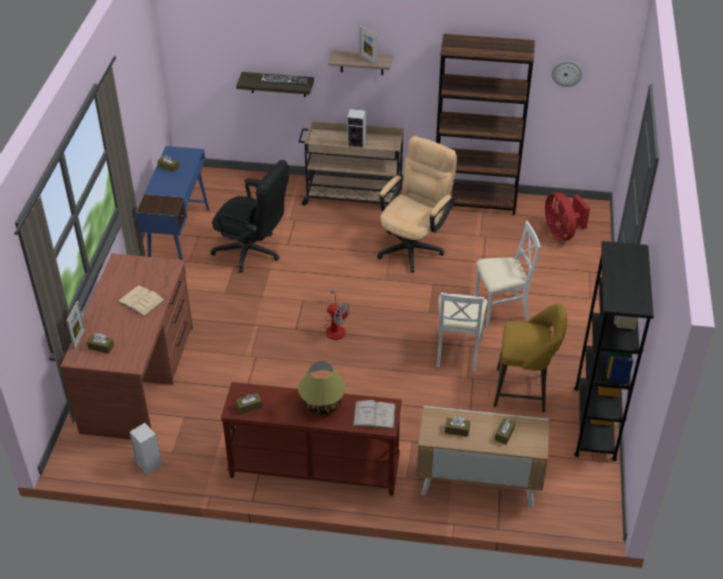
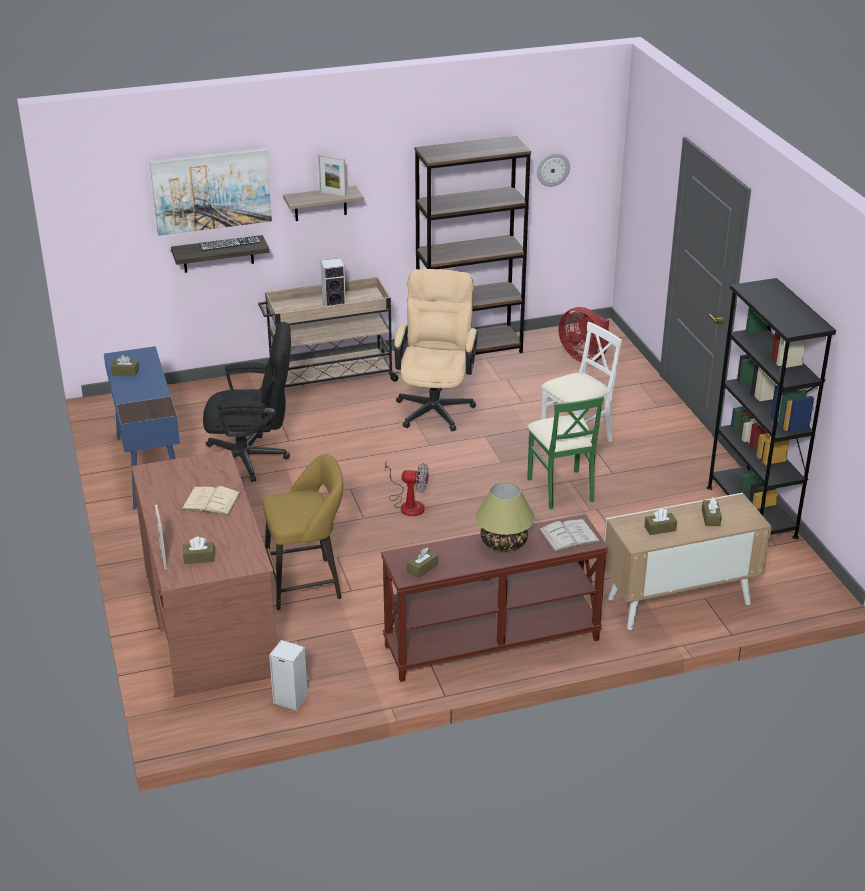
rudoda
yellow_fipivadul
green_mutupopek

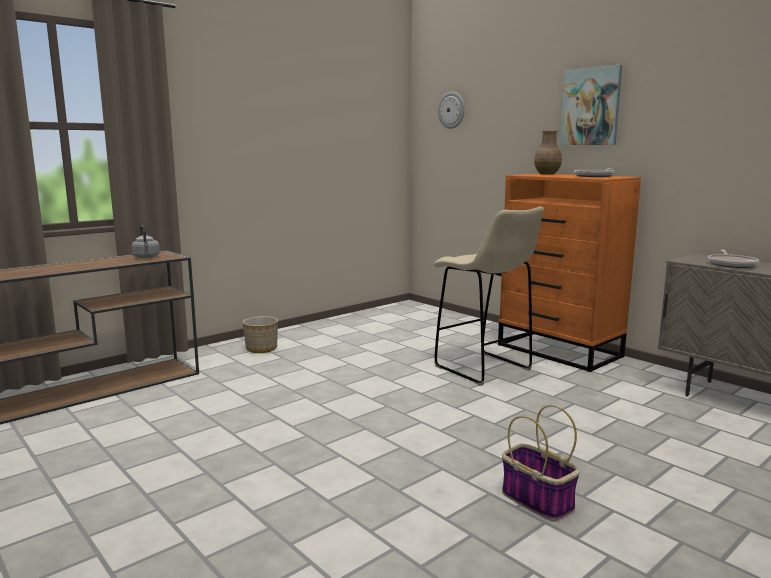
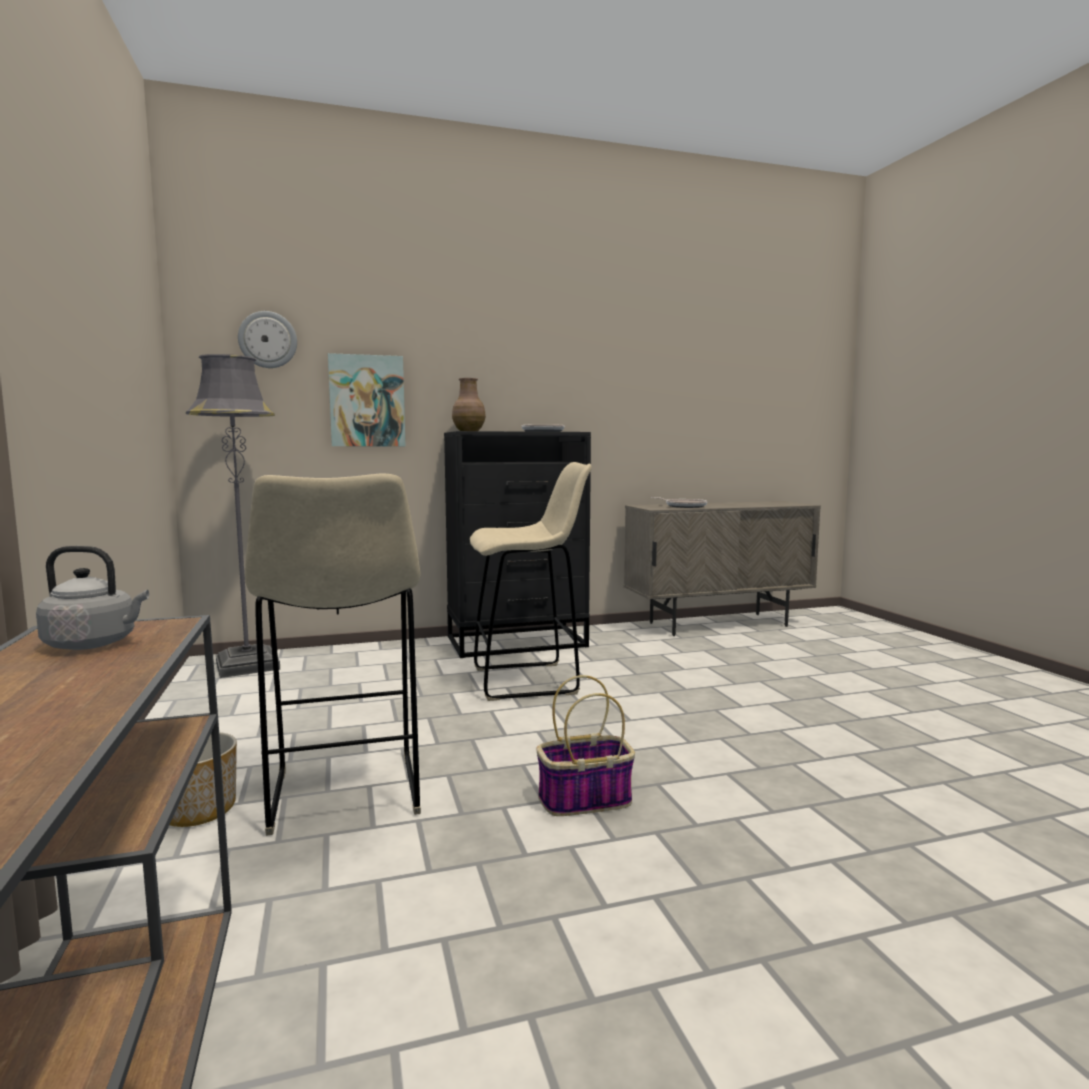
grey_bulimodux
beige_fipivadul (no. 1 from left)
rudoda
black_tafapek
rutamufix

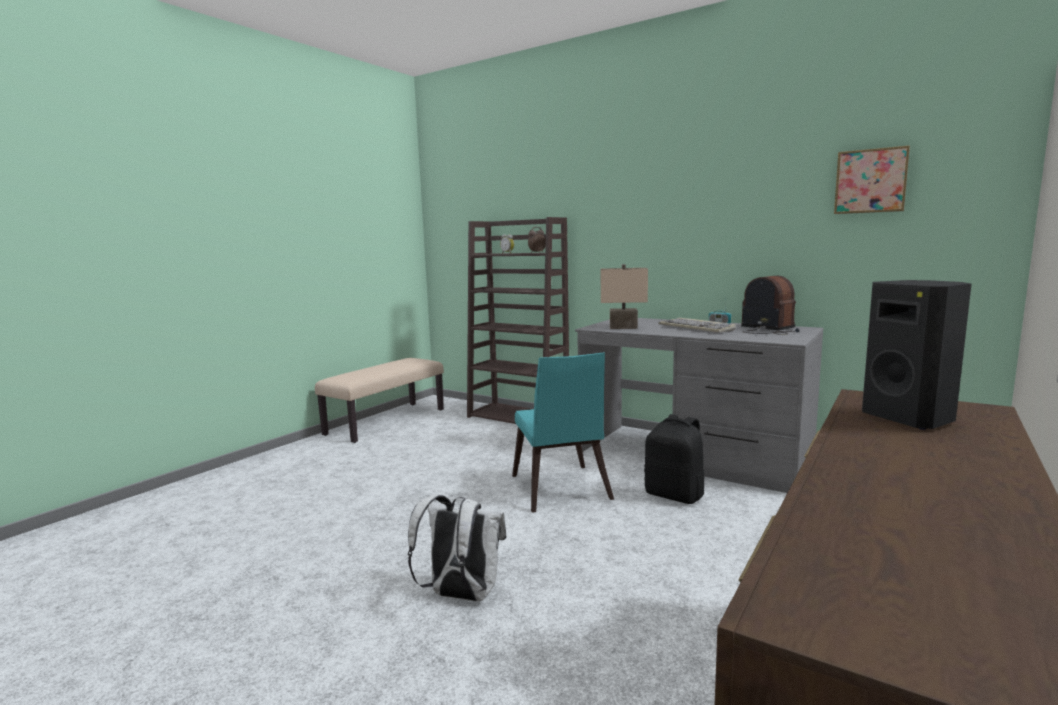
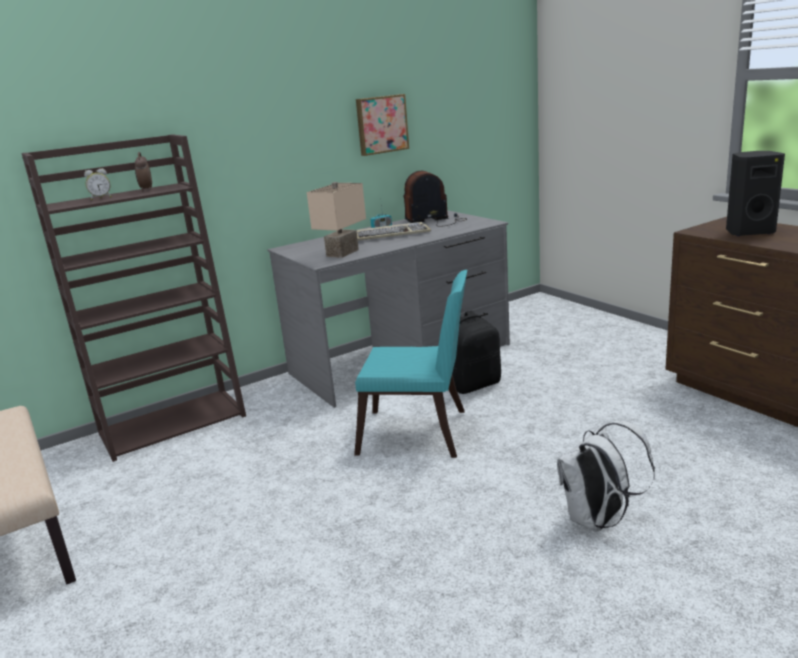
rudoda

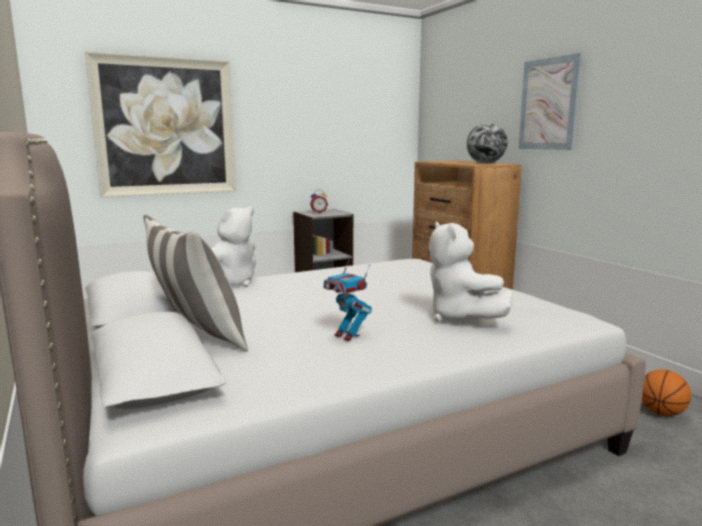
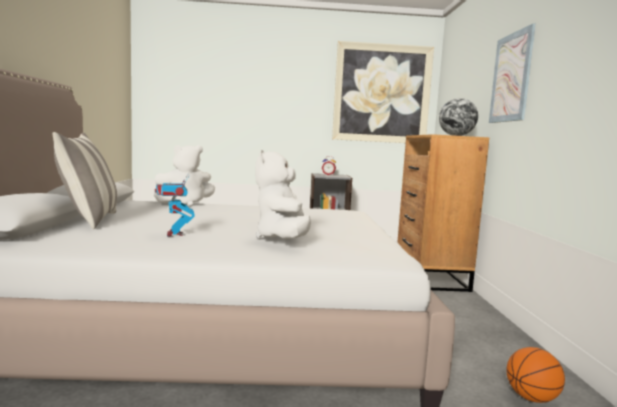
rudoda (no. 1 from left)

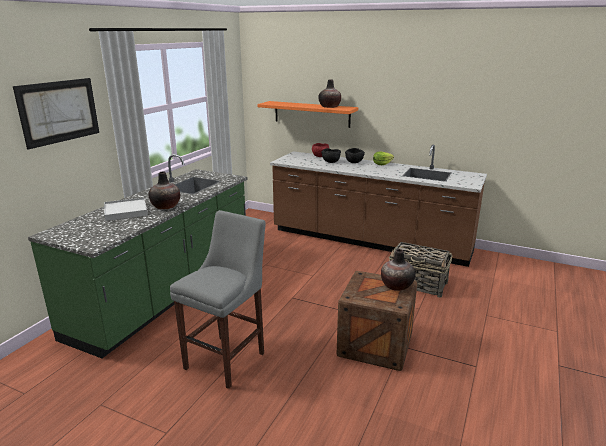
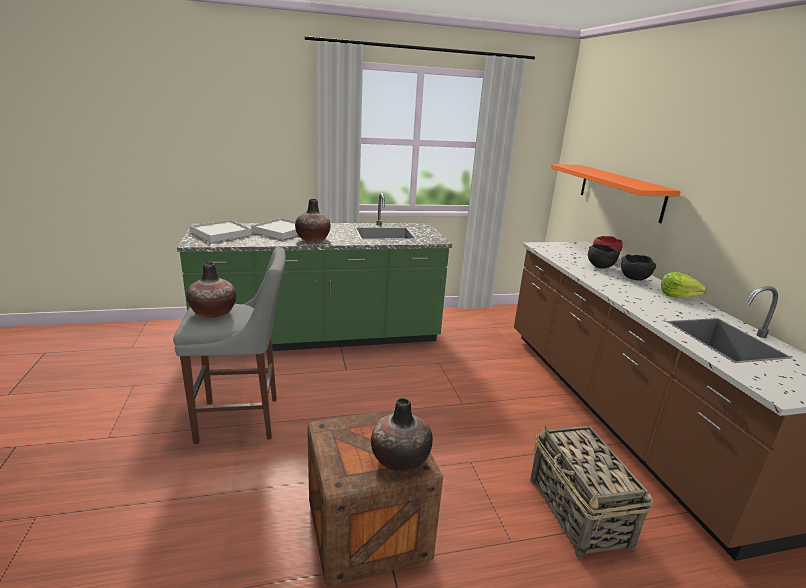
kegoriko (no. 1 from left)
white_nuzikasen (no. 1 from left)
rudoda

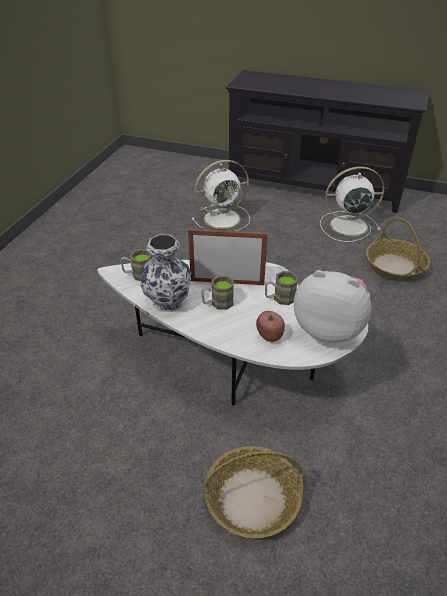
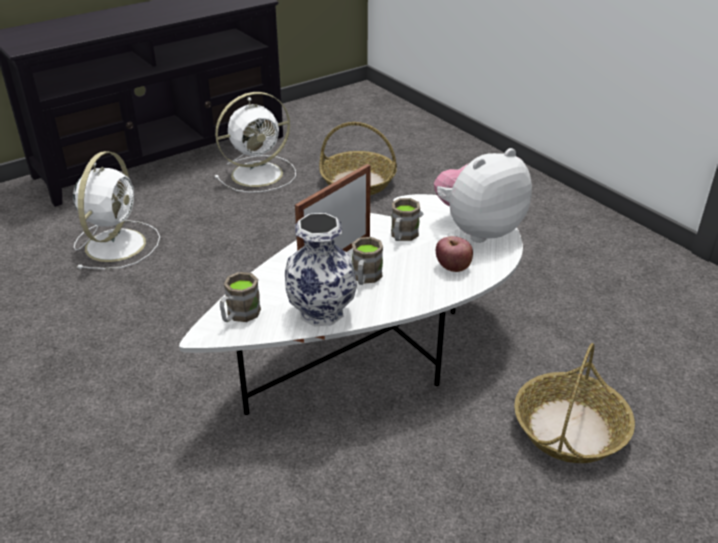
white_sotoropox (no. 2 from left)

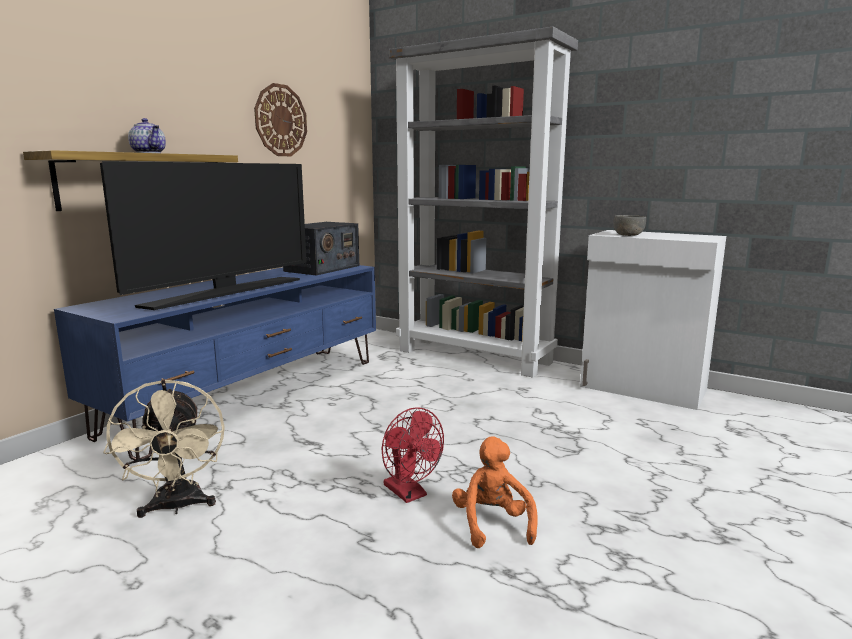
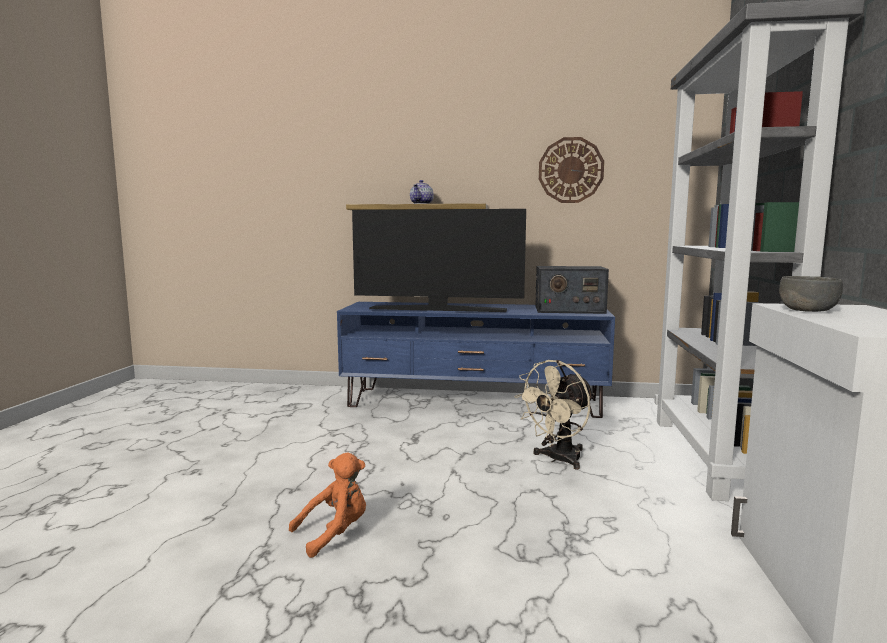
beige_sotoropox
red_sotoropox

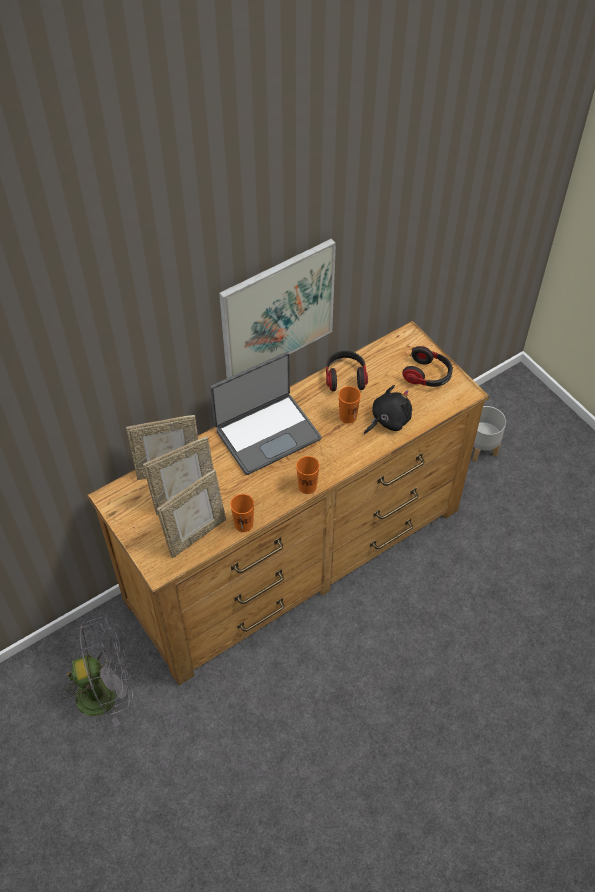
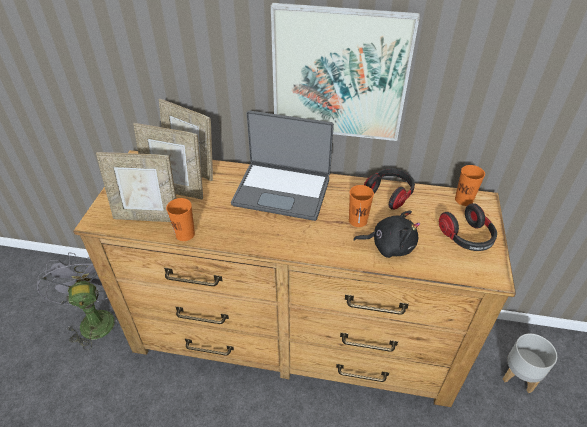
grey_sotoropox
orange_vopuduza (no. 3 from left)

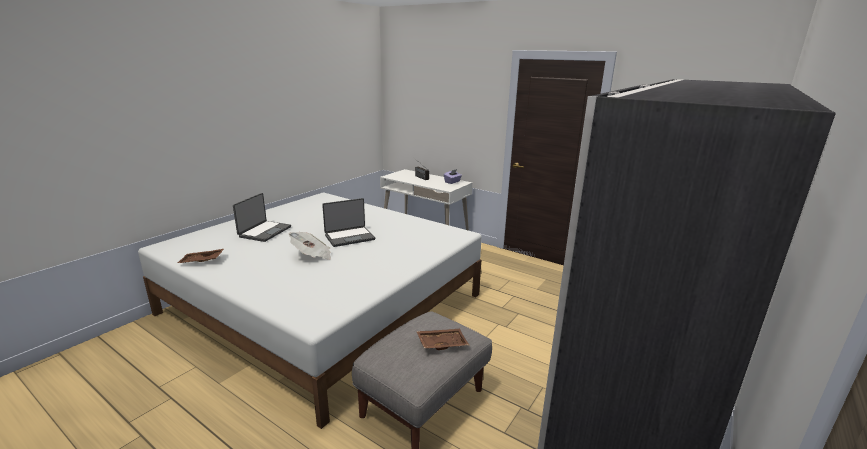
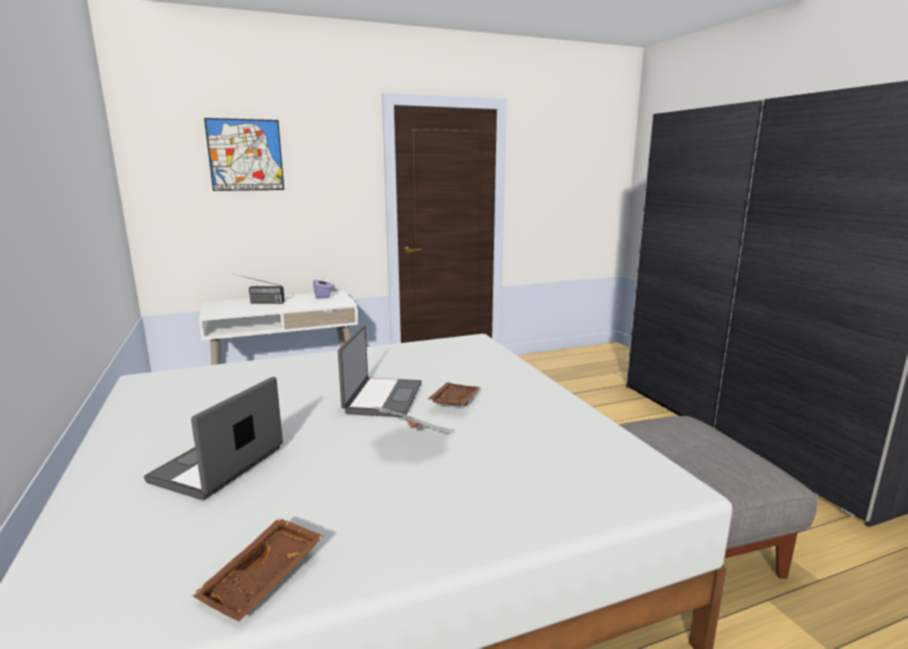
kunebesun (no. 1 from left)
rudoda
brown_nuzikasen (no. 2 from left)

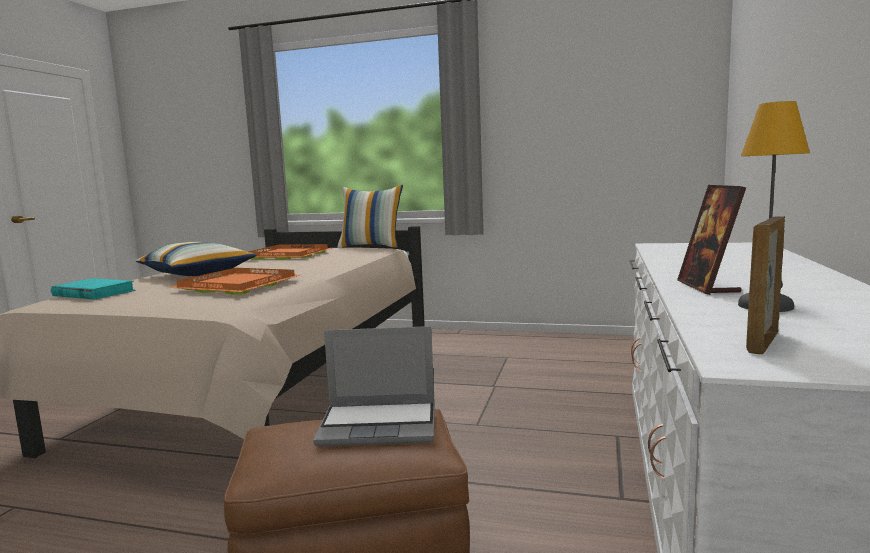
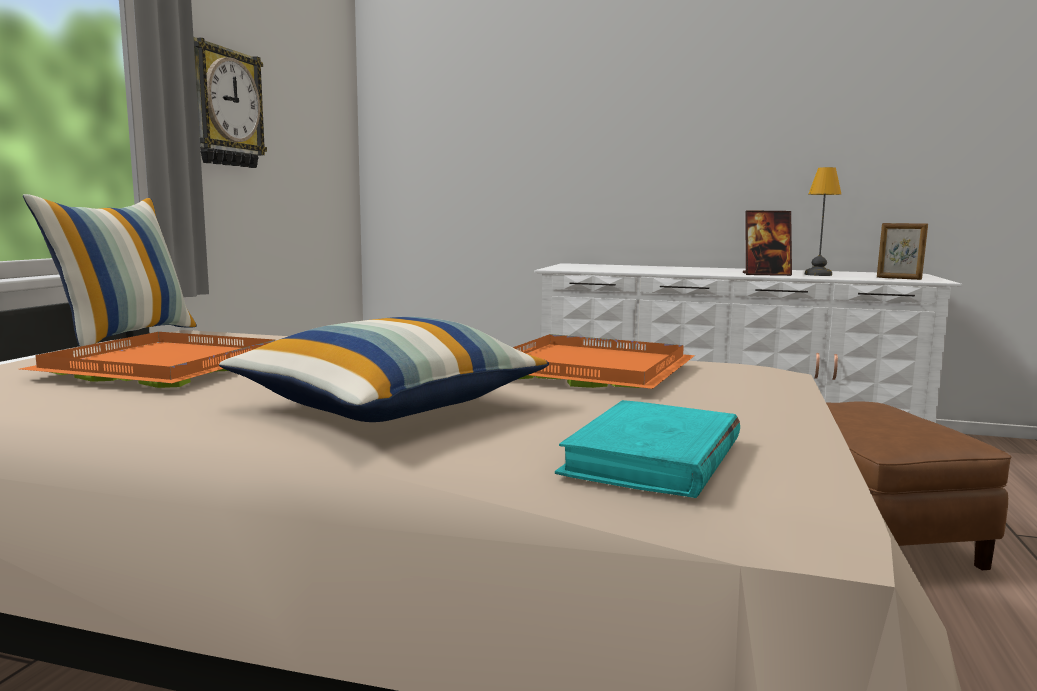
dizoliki
kunebesun

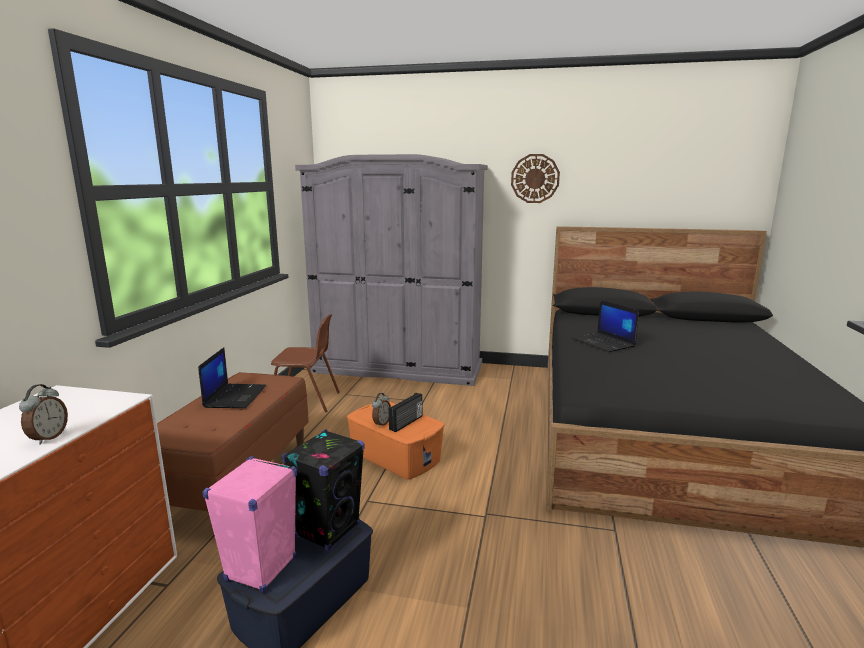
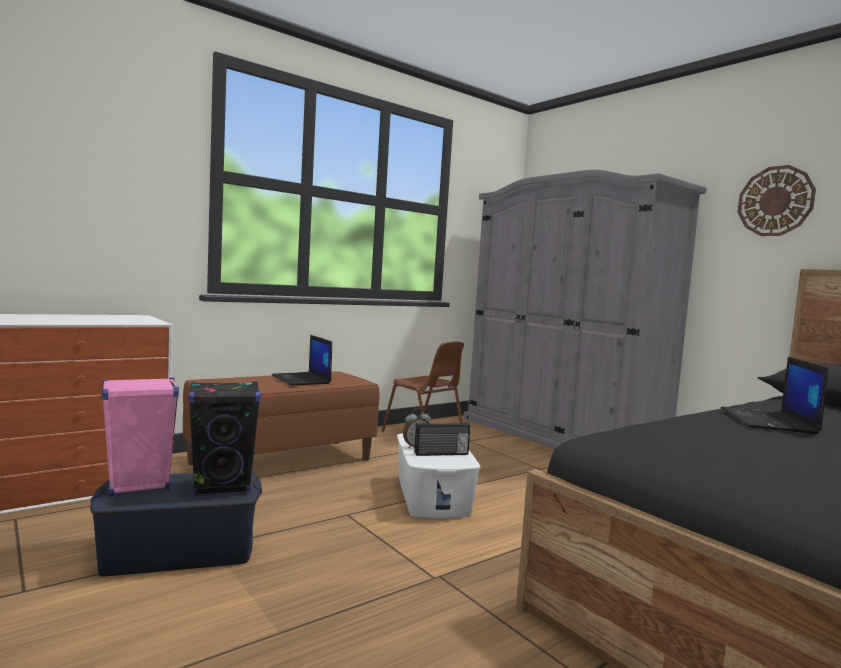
kunebesun (no. 1 from left)
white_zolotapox
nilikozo (no. 1 from left in the first image)

